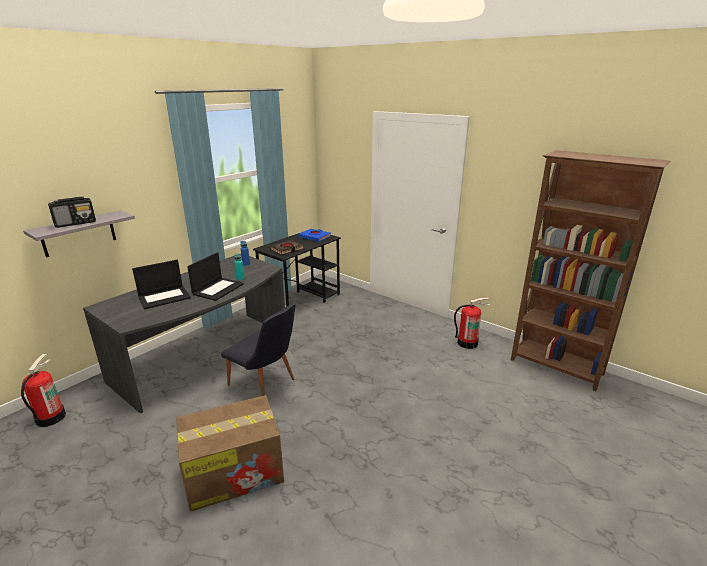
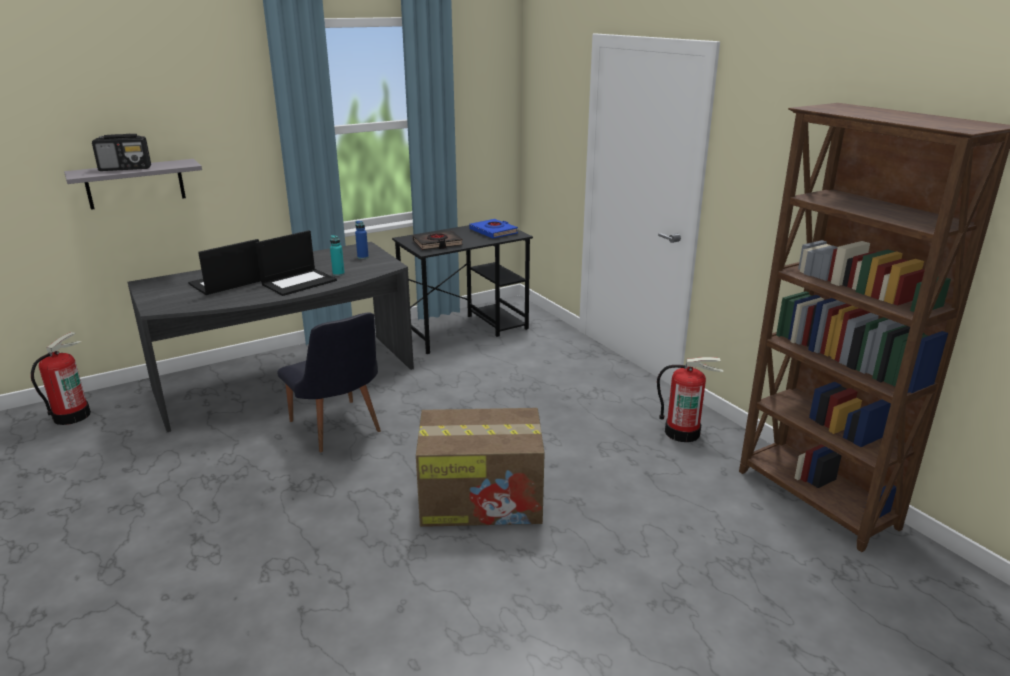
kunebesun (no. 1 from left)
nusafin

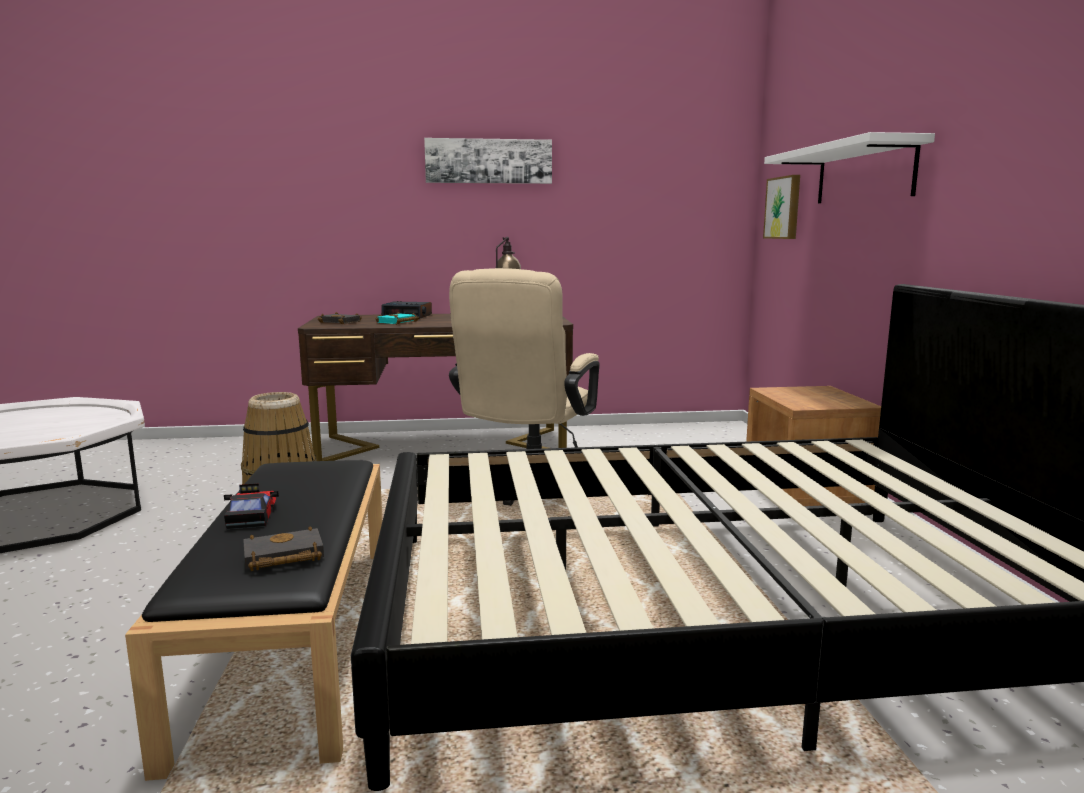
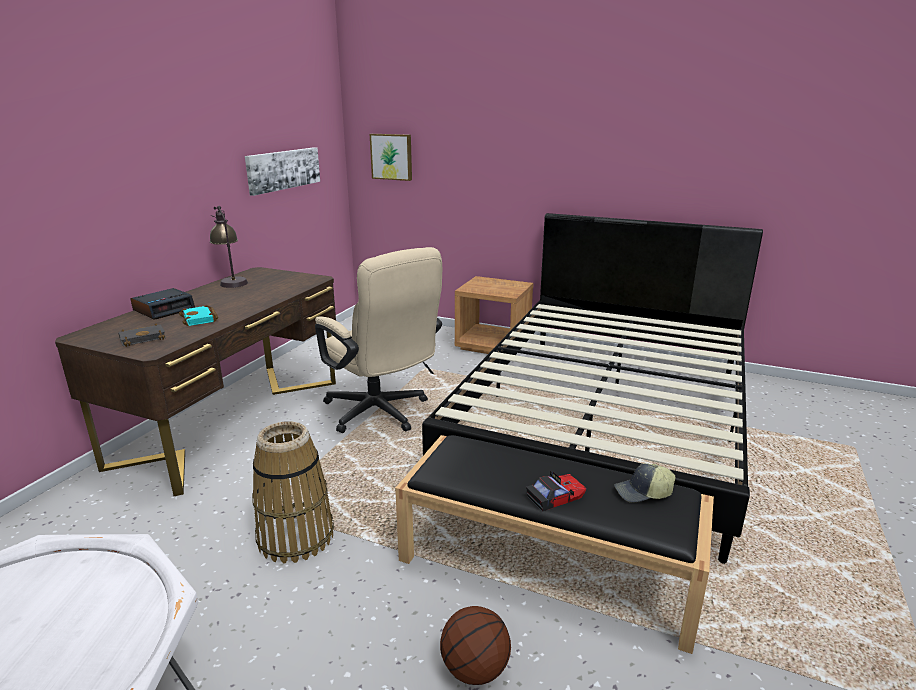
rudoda (no. 1 from left)
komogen
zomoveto
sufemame
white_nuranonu

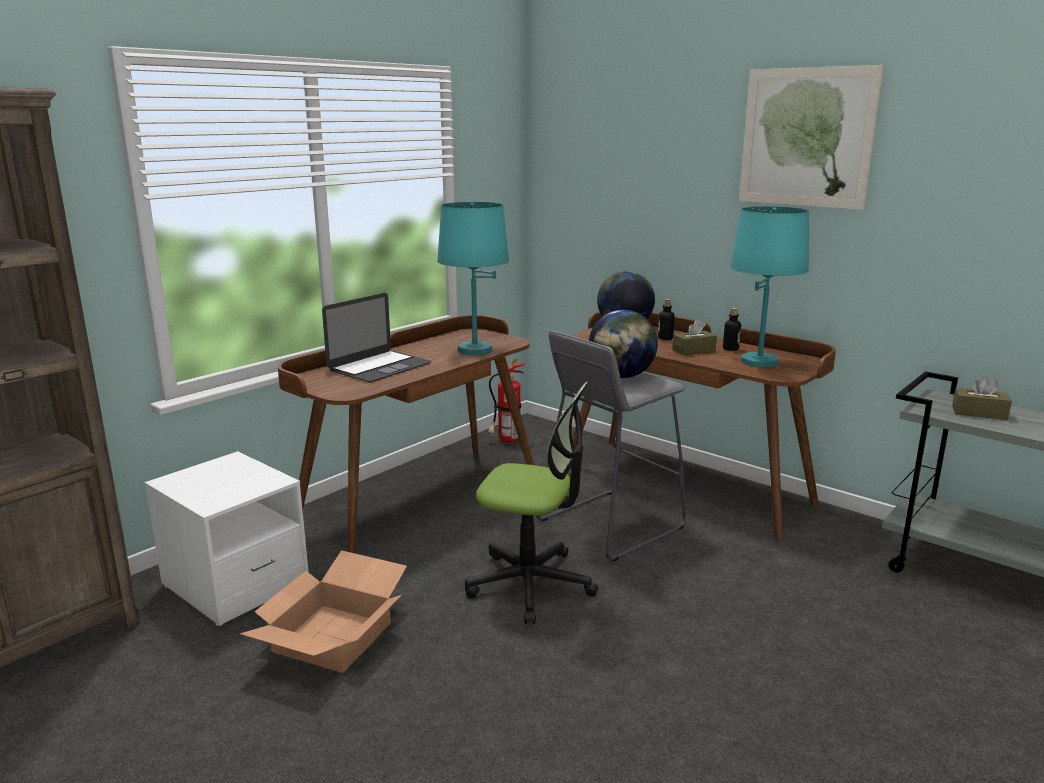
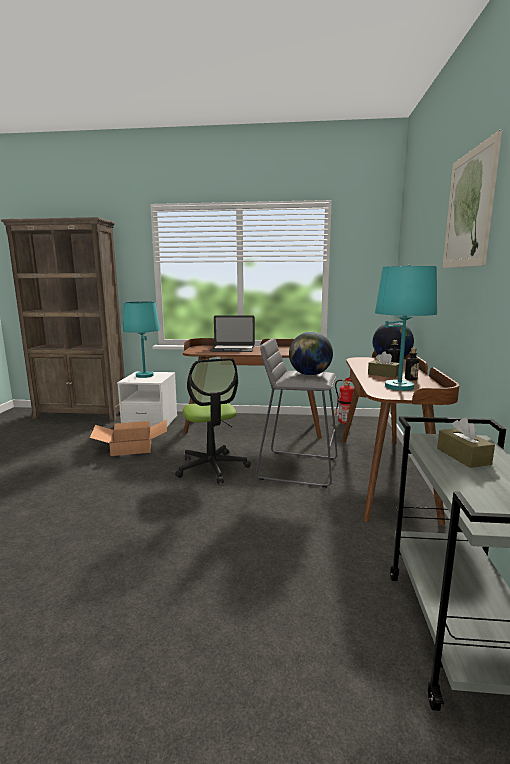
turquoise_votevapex (no. 1 from left)

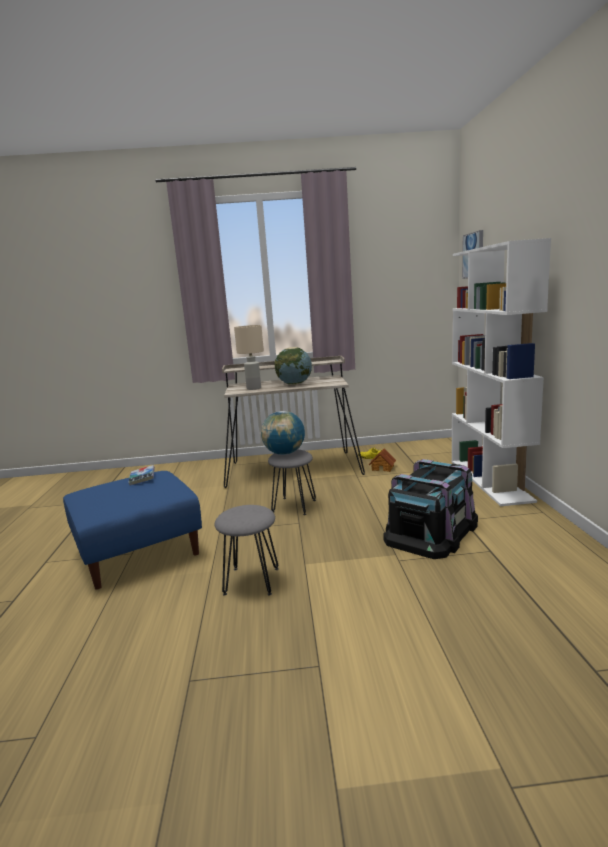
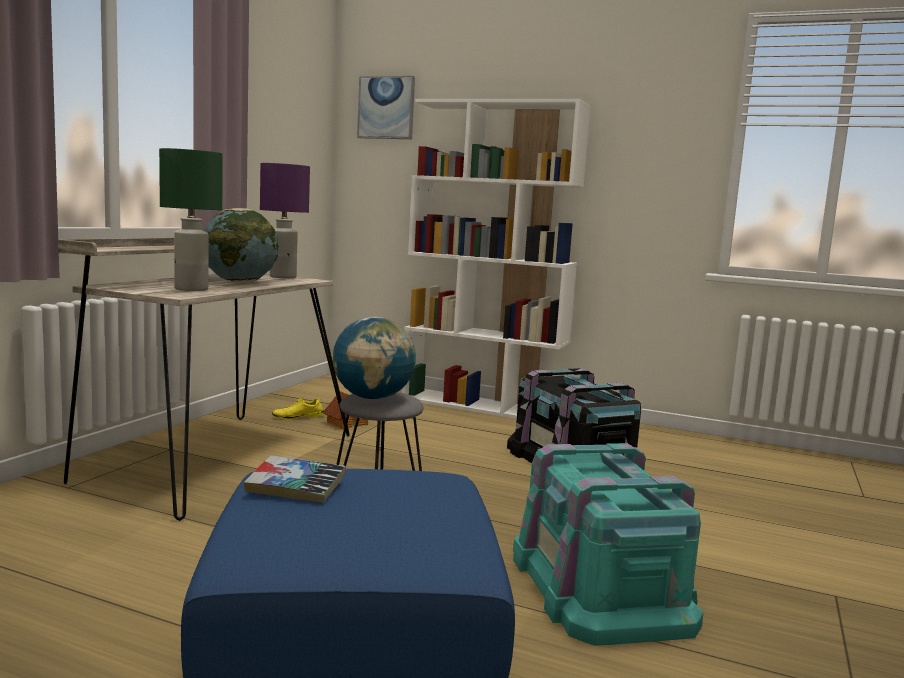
green_votevapex
purple_votevapex
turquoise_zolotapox

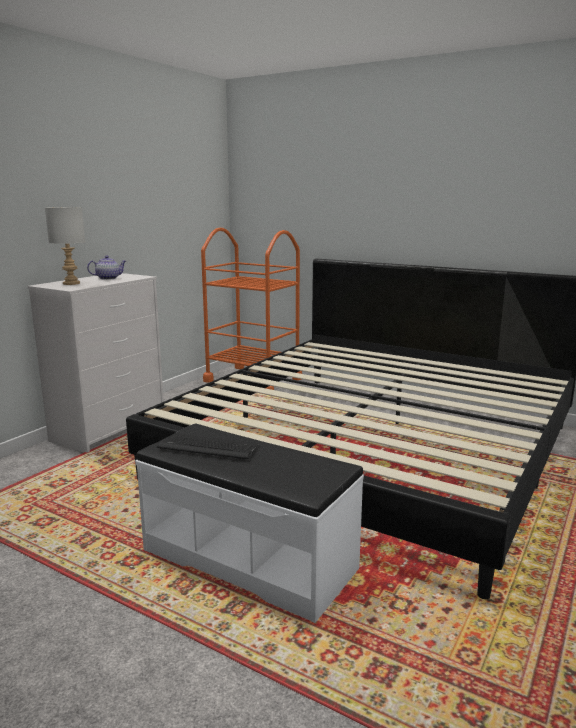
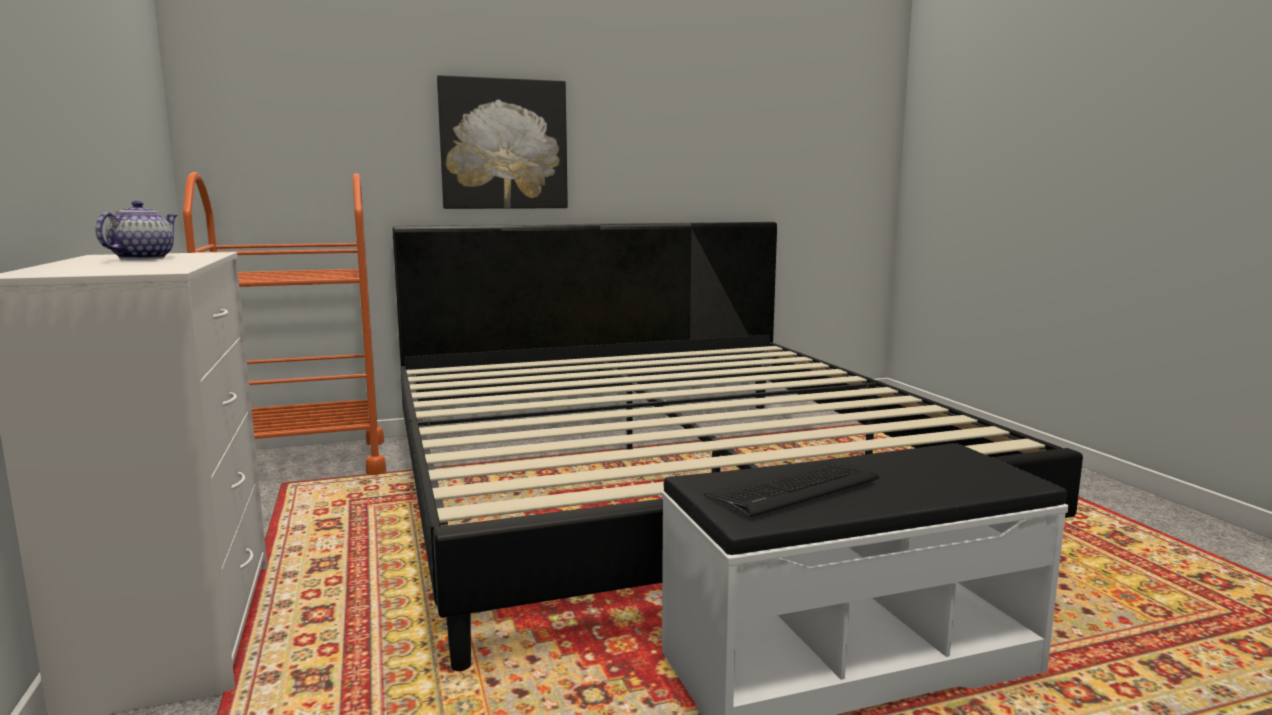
rudoda
grey_votevapex

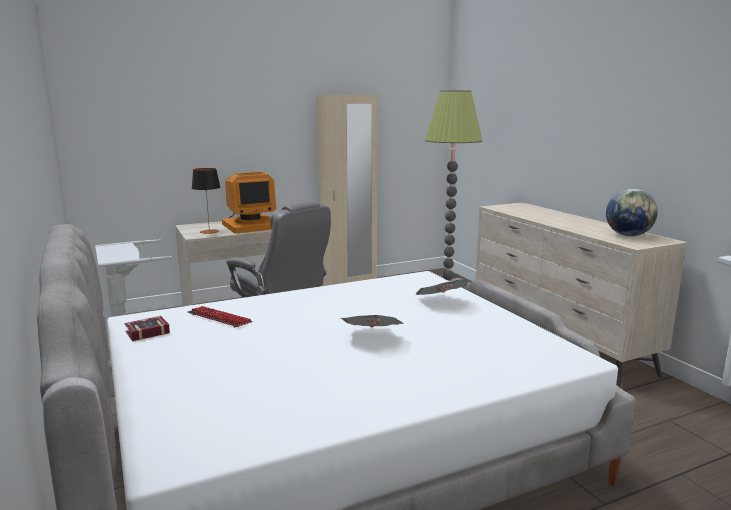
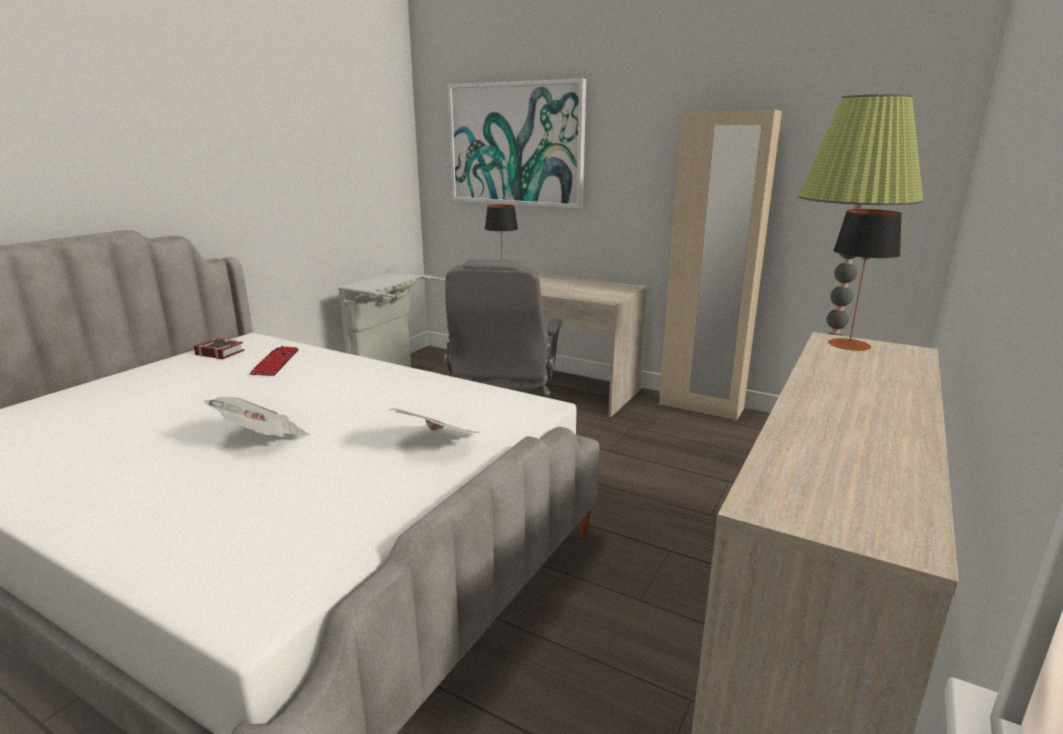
rudoda
votevapex (no. 2 from left)
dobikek
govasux

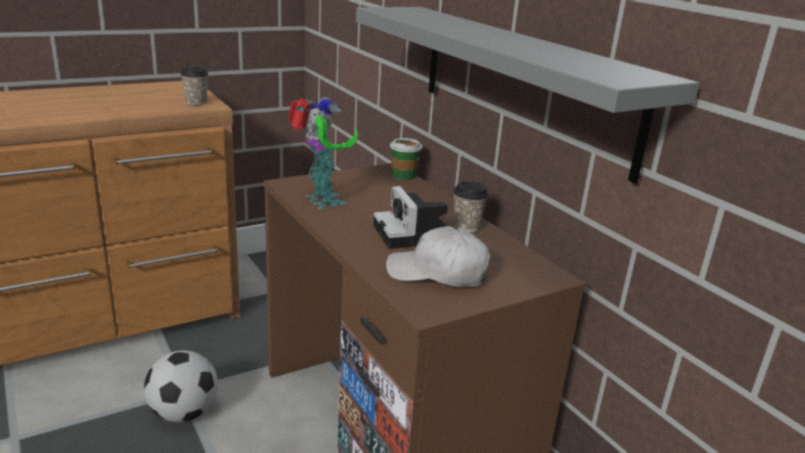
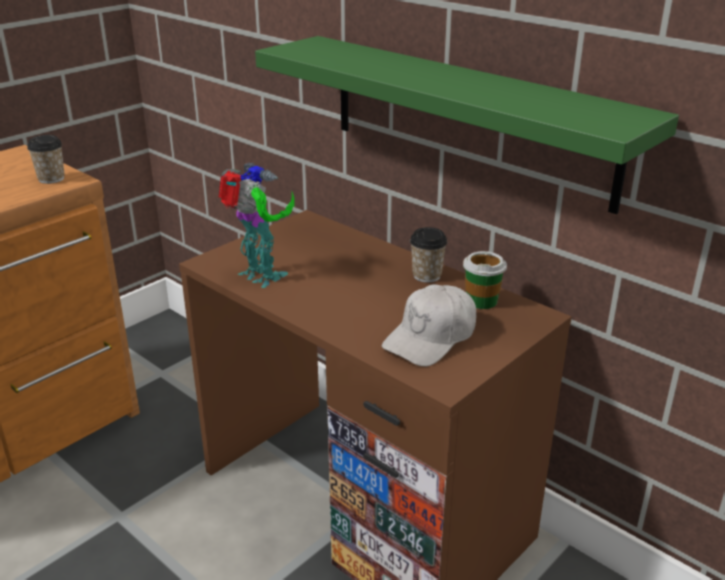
green_nuranonu
white_sufemame
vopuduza (no. 3 from left)
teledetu
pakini

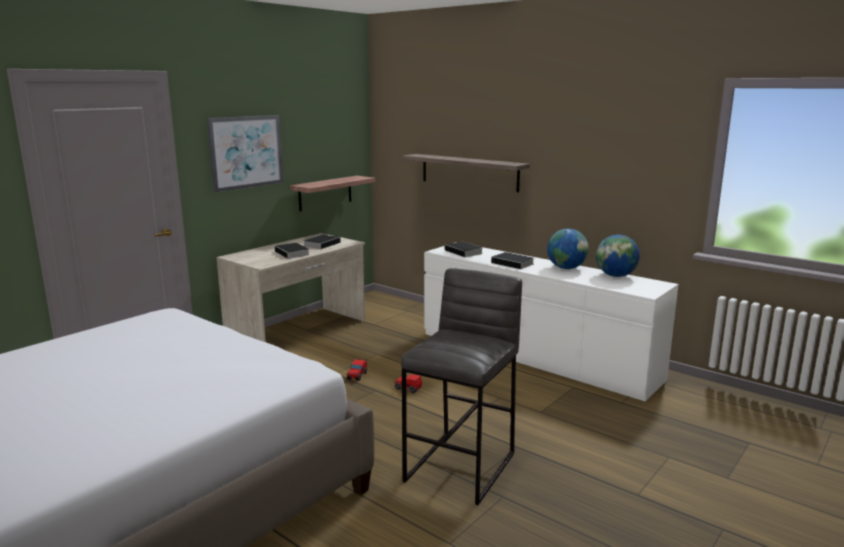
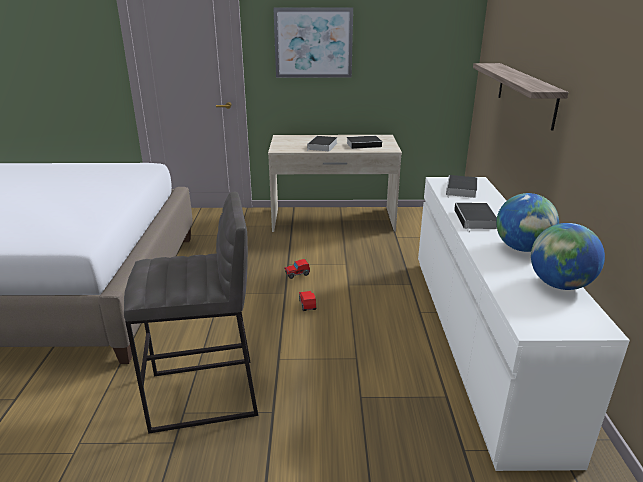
nuranonu (no. 1 from left in the first image)

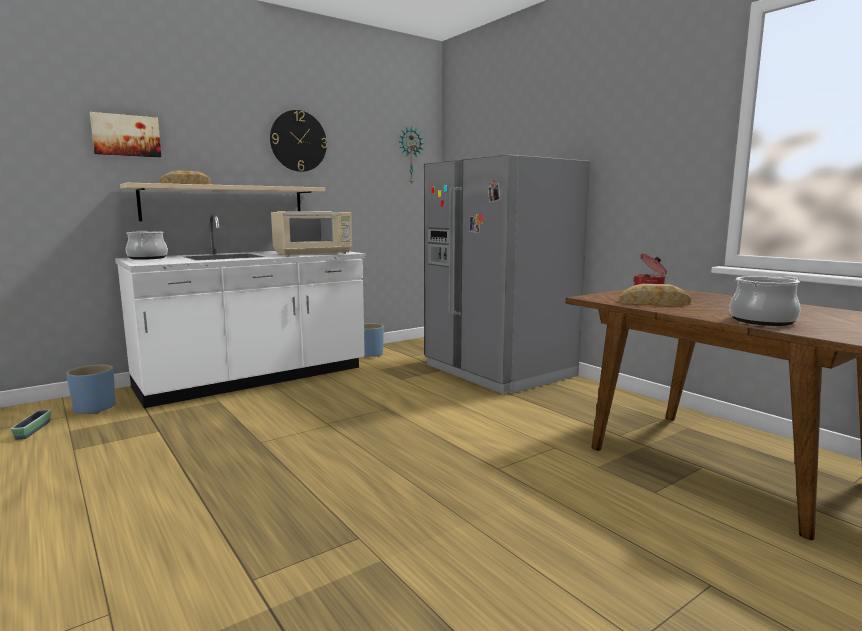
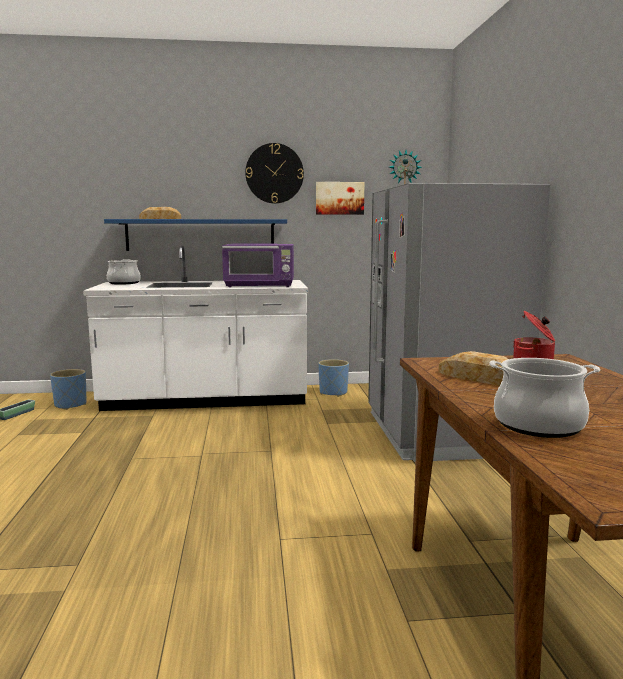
blue_nuranonu
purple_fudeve
rudoda

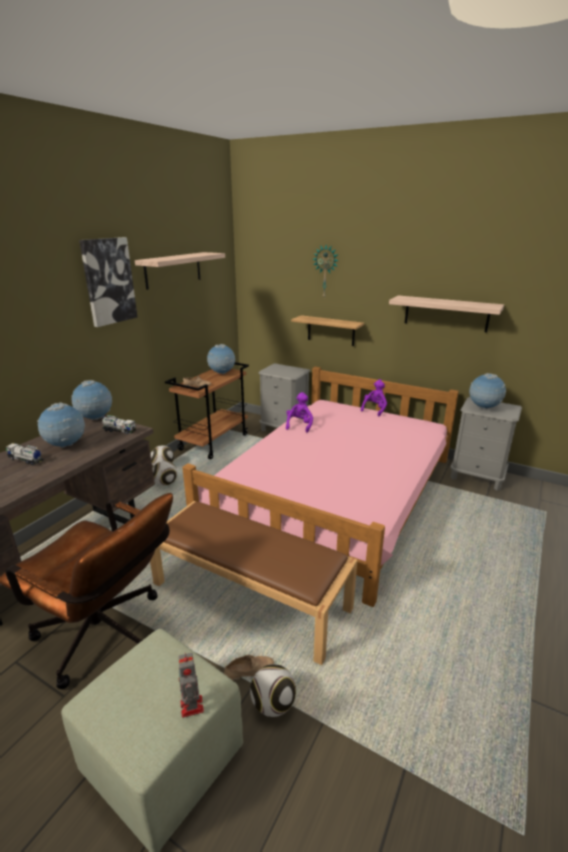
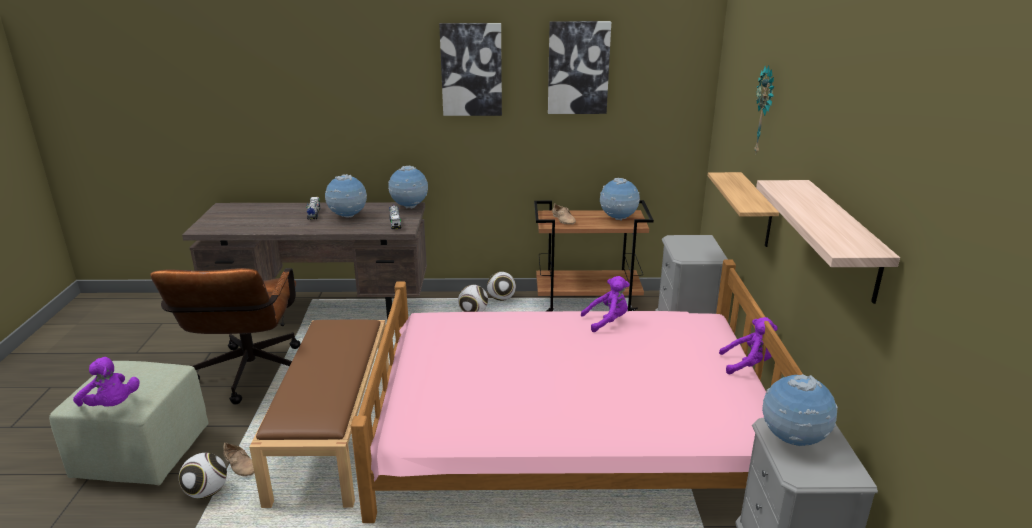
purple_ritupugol (no. 1 from left)
rudoda (no. 2 from left)

